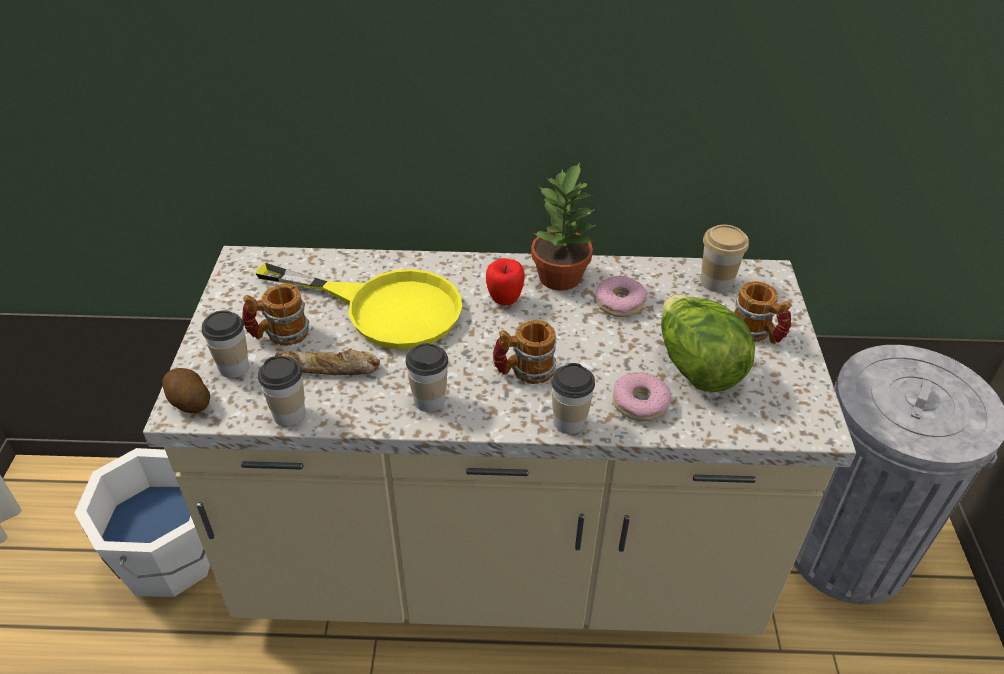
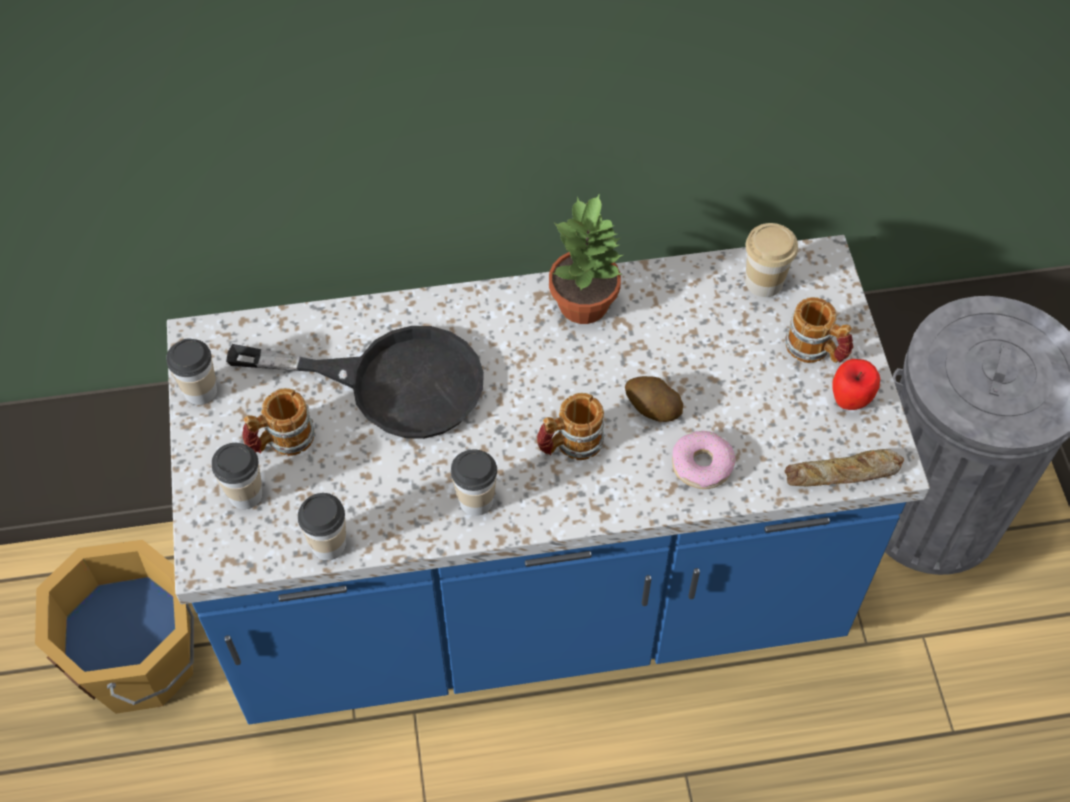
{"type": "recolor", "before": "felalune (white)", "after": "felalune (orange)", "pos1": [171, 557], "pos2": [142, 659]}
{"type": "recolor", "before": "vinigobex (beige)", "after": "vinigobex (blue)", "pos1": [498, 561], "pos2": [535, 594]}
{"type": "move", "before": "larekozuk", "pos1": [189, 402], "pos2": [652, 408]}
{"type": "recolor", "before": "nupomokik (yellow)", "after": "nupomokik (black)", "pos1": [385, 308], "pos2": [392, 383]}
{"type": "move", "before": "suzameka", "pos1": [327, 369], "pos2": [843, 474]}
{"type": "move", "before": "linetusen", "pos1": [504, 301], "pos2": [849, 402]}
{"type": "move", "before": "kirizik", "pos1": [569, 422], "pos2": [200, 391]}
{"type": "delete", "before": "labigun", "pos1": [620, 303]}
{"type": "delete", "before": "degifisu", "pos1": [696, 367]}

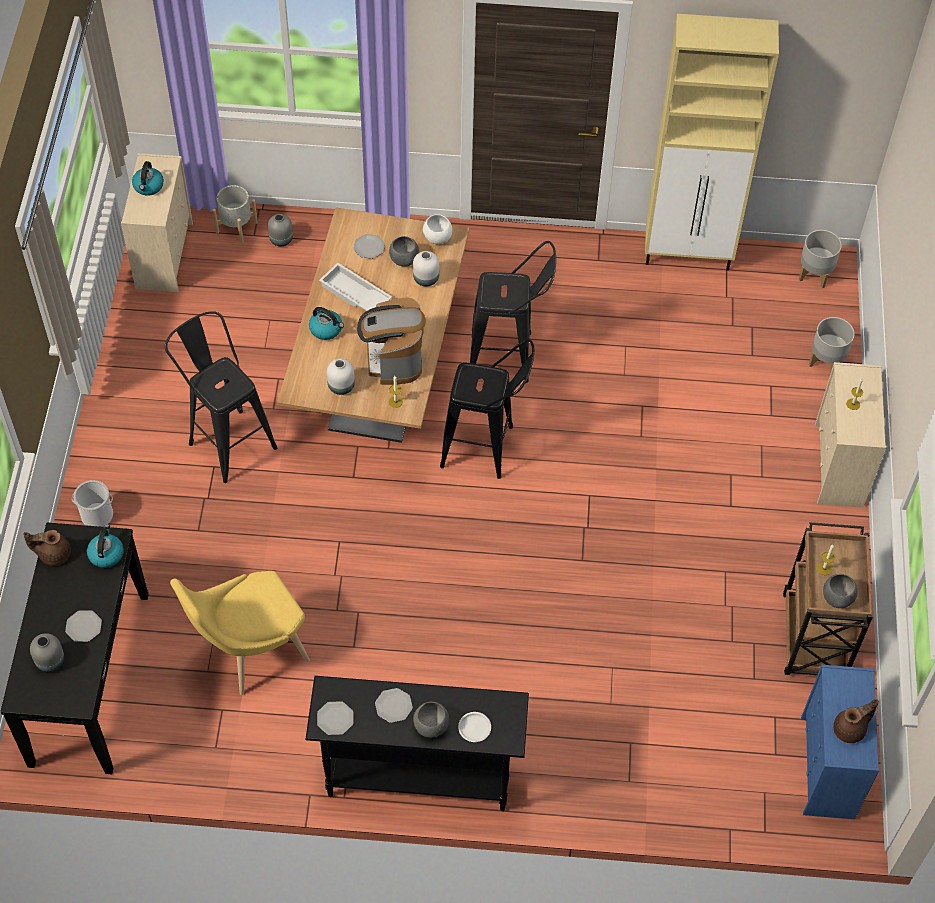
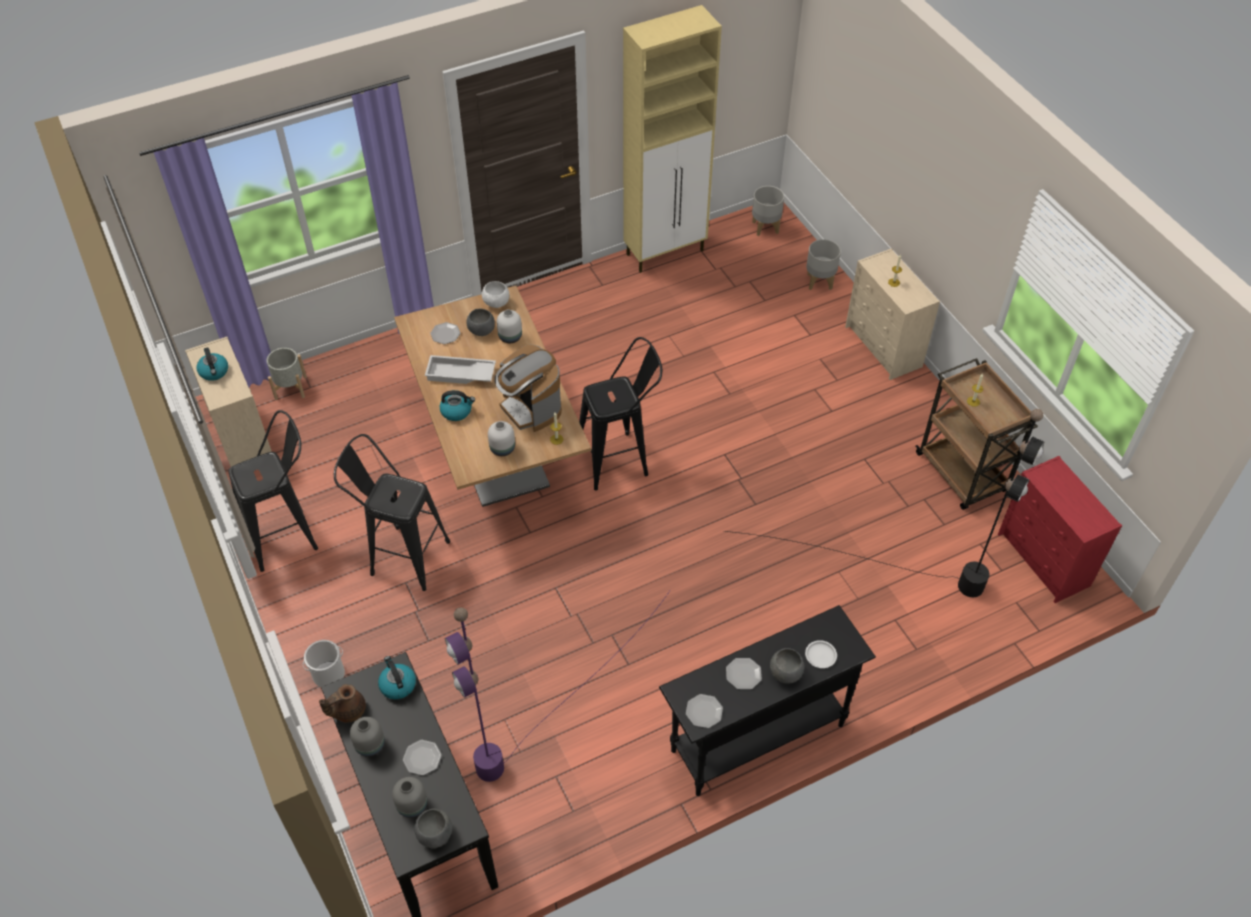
{"type": "replace", "before": "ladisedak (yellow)", "after": "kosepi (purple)", "pos1": [250, 653], "pos2": [545, 716]}
{"type": "move", "before": "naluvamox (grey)", "pos1": [281, 239], "pos2": [370, 744]}
{"type": "move", "before": "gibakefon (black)", "pos1": [509, 356], "pos2": [289, 534]}
{"type": "recolor", "before": "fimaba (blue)", "after": "fimaba (red)", "pos1": [827, 769], "pos2": [1044, 561]}
{"type": "move", "before": "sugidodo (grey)", "pos1": [838, 598], "pos2": [435, 834]}
{"type": "delete", "before": "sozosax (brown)", "pos1": [850, 729]}
{"type": "insert", "after": "kosepi (black)", "pos2": [900, 569]}

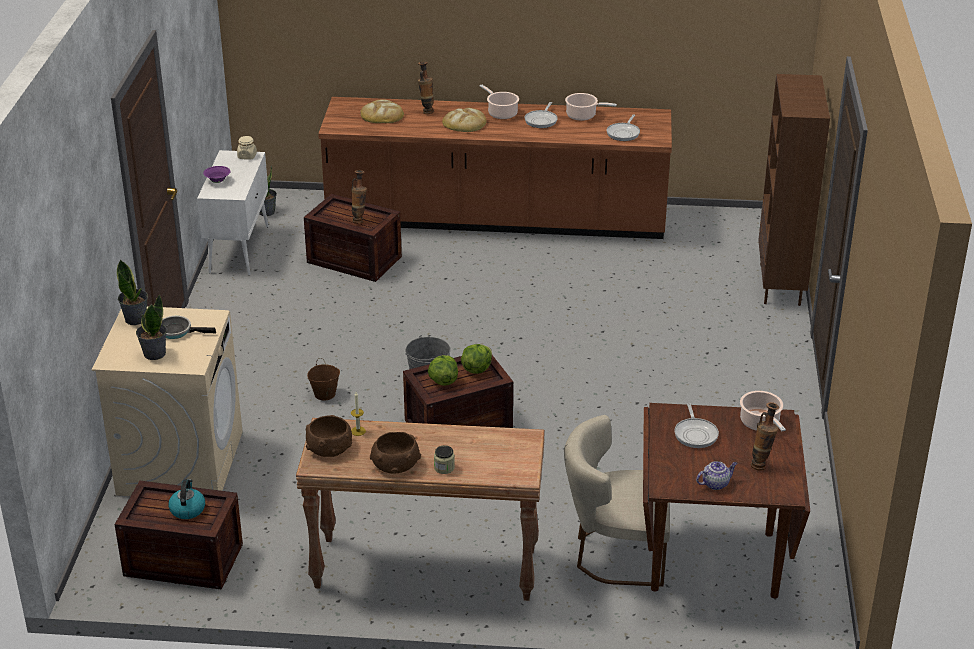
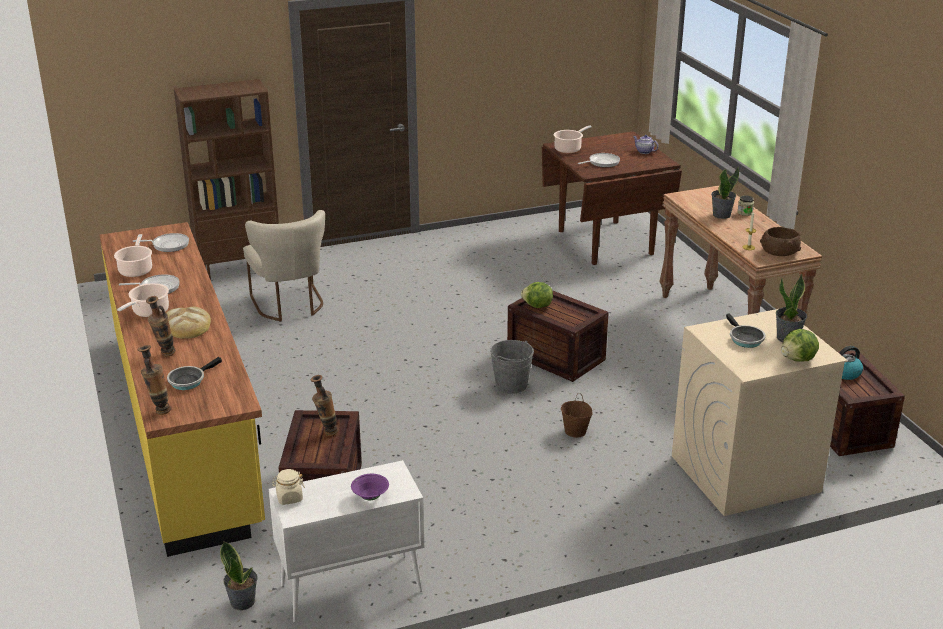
{"type": "move", "before": "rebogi", "pos1": [136, 319], "pos2": [721, 215]}
{"type": "recolor", "before": "vinigobex (brown)", "after": "vinigobex (yellow)", "pos1": [496, 220], "pos2": [185, 425]}
{"type": "replace", "before": "suzameka", "after": "nupomokik", "pos1": [382, 115], "pos2": [189, 380]}
{"type": "delete", "before": "sugidodo (brown)", "pos1": [395, 464]}
{"type": "move", "before": "degifisu", "pos1": [443, 381], "pos2": [798, 359]}
{"type": "move", "before": "ladisedak (beige)", "pos1": [615, 554], "pos2": [290, 305]}
{"type": "move", "before": "naluvamox", "pos1": [761, 465], "pos2": [159, 410]}

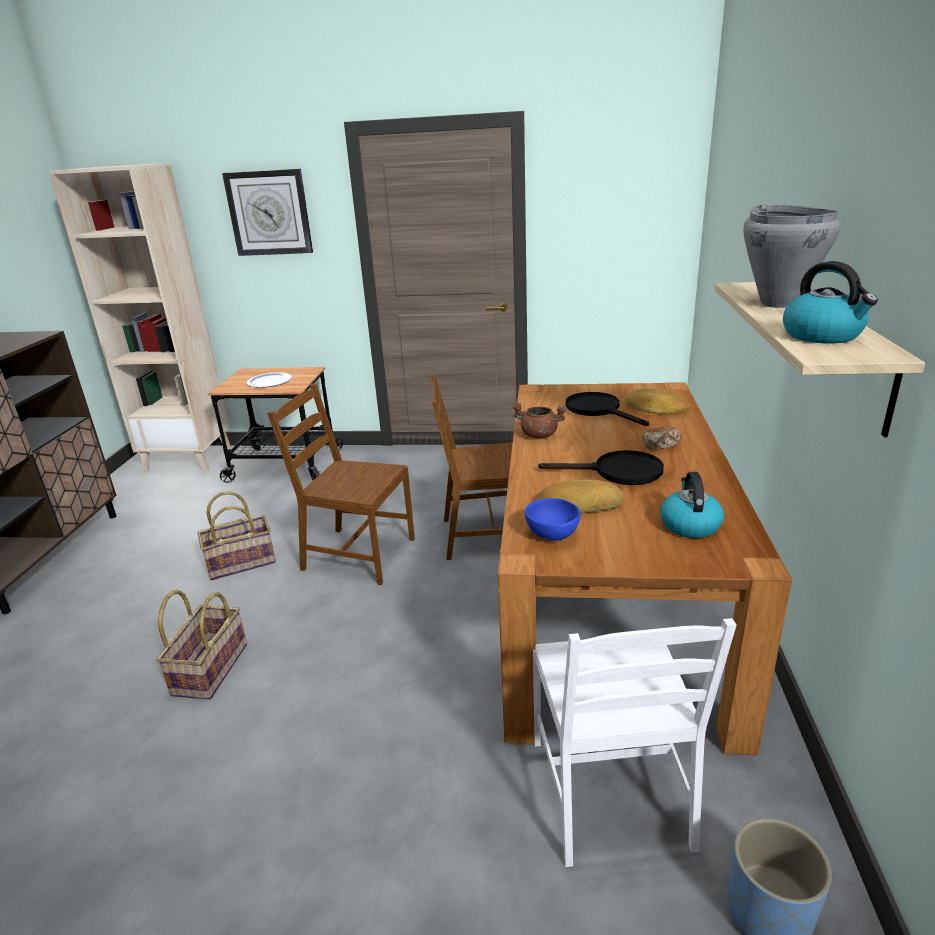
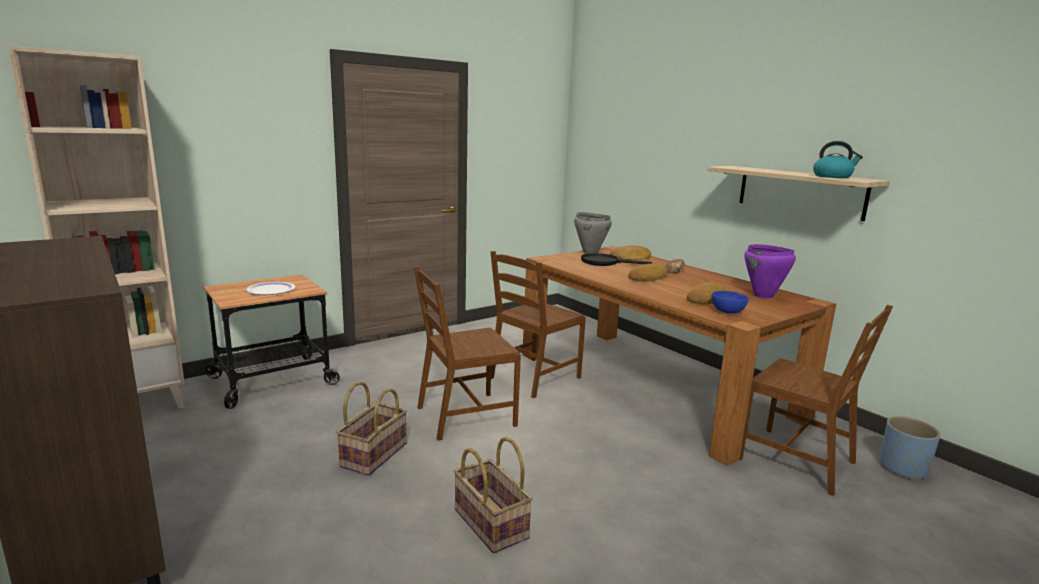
{"type": "delete", "before": "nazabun", "pos1": [269, 213]}
{"type": "delete", "before": "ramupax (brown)", "pos1": [538, 435]}
{"type": "recolor", "before": "ladisedak (white)", "after": "ladisedak (brown)", "pos1": [612, 792], "pos2": [797, 460]}
{"type": "delete", "before": "nupomokik (black)", "pos1": [618, 472]}
{"type": "replace", "before": "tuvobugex", "after": "ramupax (purple)", "pos1": [689, 525], "pos2": [763, 296]}
{"type": "move", "before": "ramupax (grey)", "pos1": [778, 304], "pos2": [590, 252]}
{"type": "insert", "after": "suzameka", "pos2": [646, 278]}

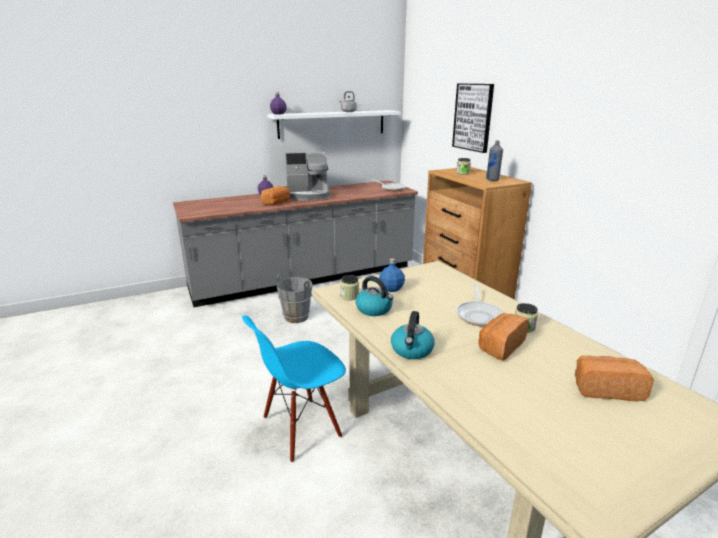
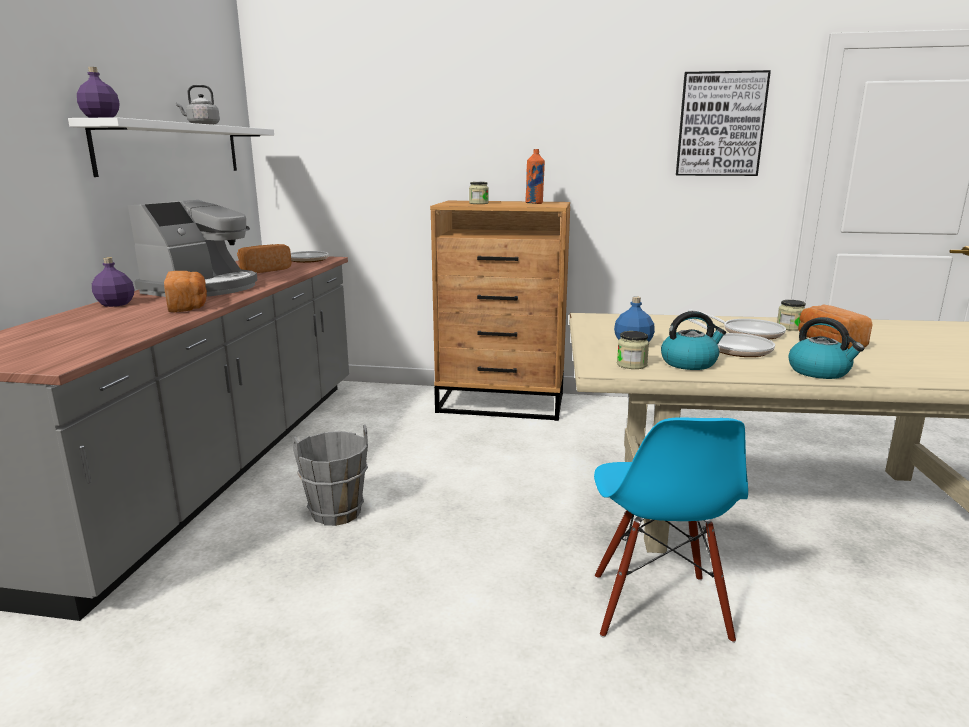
{"type": "move", "before": "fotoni", "pos1": [473, 117], "pos2": [720, 124]}
{"type": "recolor", "before": "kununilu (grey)", "after": "kununilu (orange)", "pos1": [492, 179], "pos2": [534, 203]}
{"type": "move", "before": "suzameka", "pos1": [606, 389], "pos2": [264, 270]}
{"type": "insert", "after": "nupomokik", "pos2": [735, 348]}

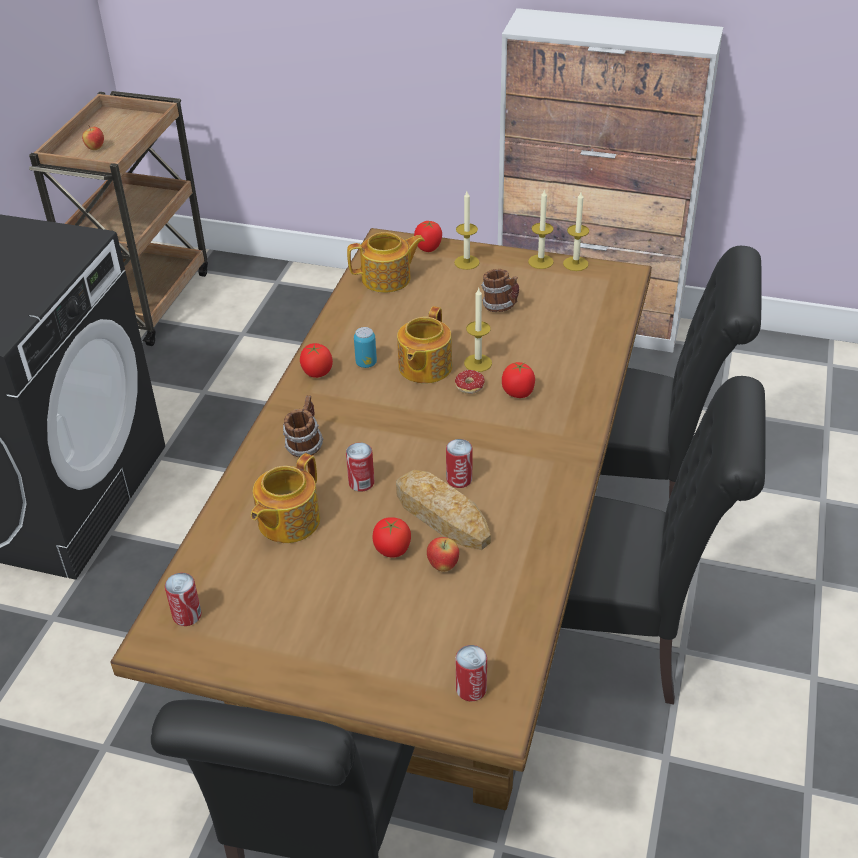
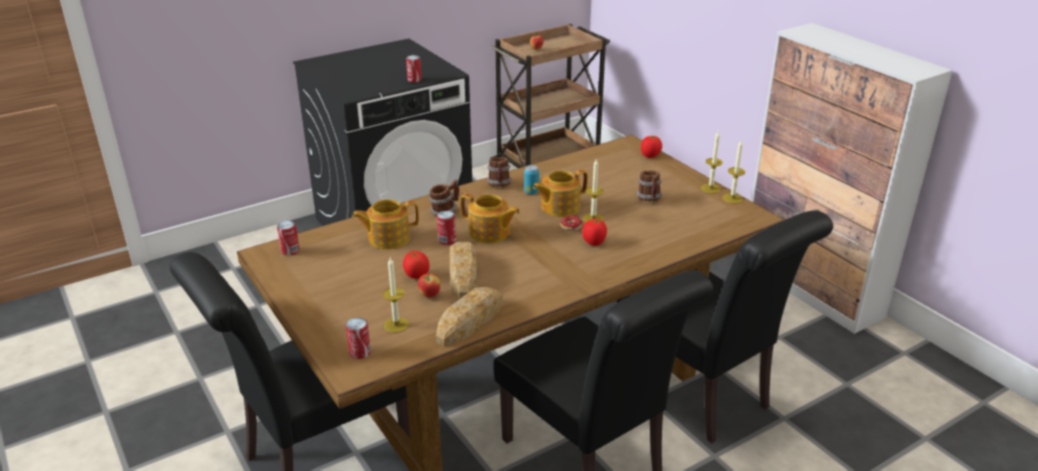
{"type": "replace", "before": "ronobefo", "after": "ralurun", "pos1": [317, 373], "pos2": [499, 185]}
{"type": "move", "before": "sozosax", "pos1": [387, 279], "pos2": [489, 233]}
{"type": "move", "before": "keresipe", "pos1": [459, 479], "pos2": [414, 80]}
{"type": "move", "before": "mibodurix", "pos1": [466, 262], "pos2": [396, 325]}
{"type": "insert", "after": "suzameka", "pos2": [470, 321]}

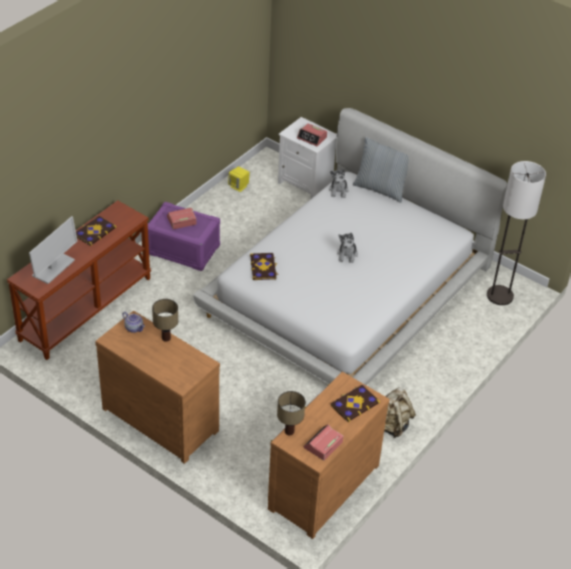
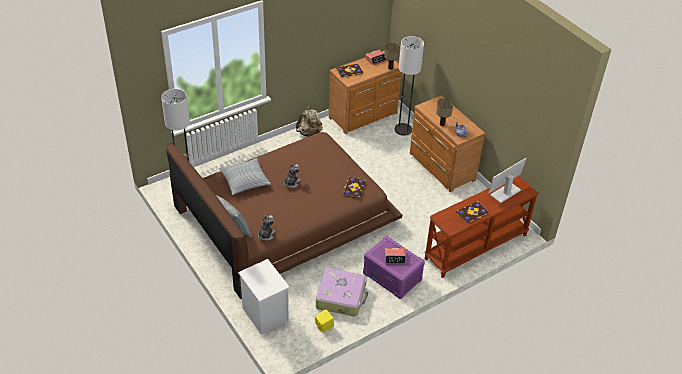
{"type": "recolor", "before": "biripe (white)", "after": "biripe (brown)", "pos1": [347, 288], "pos2": [285, 216]}
{"type": "delete", "before": "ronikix", "pos1": [312, 138]}
{"type": "insert", "after": "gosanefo", "pos2": [245, 180]}
{"type": "insert", "after": "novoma", "pos2": [341, 297]}
{"type": "insert", "after": "kosepi", "pos2": [403, 130]}

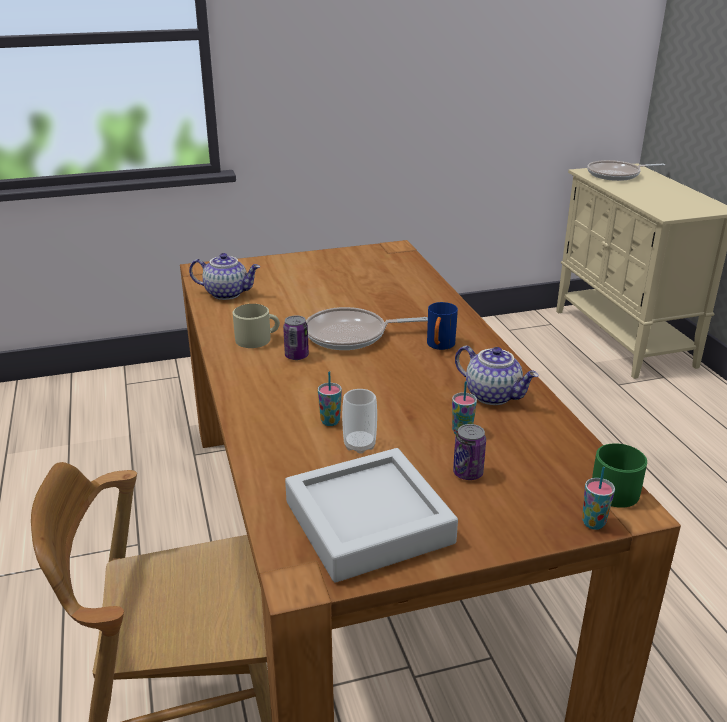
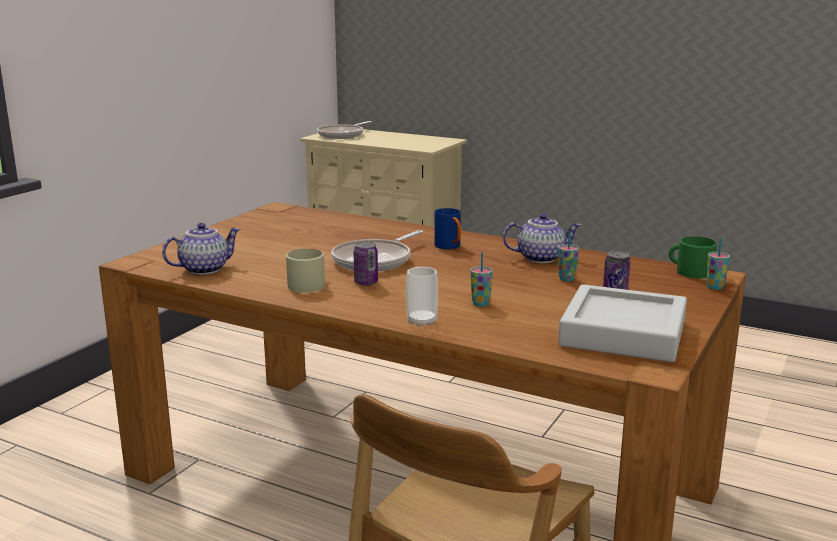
{"type": "move", "before": "kirizik", "pos1": [359, 445], "pos2": [422, 322]}

